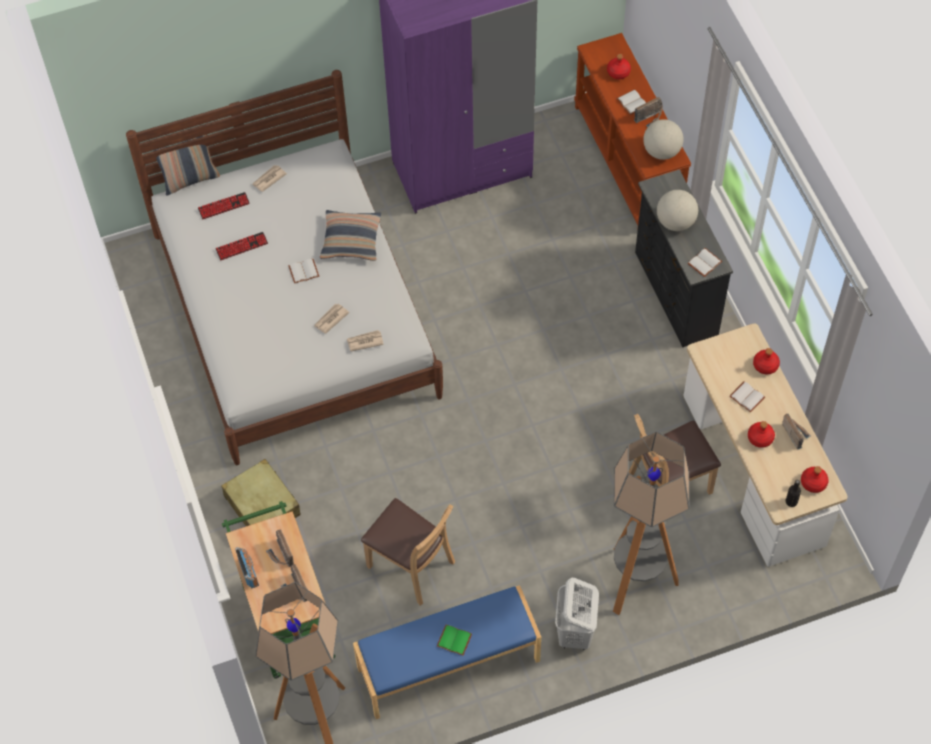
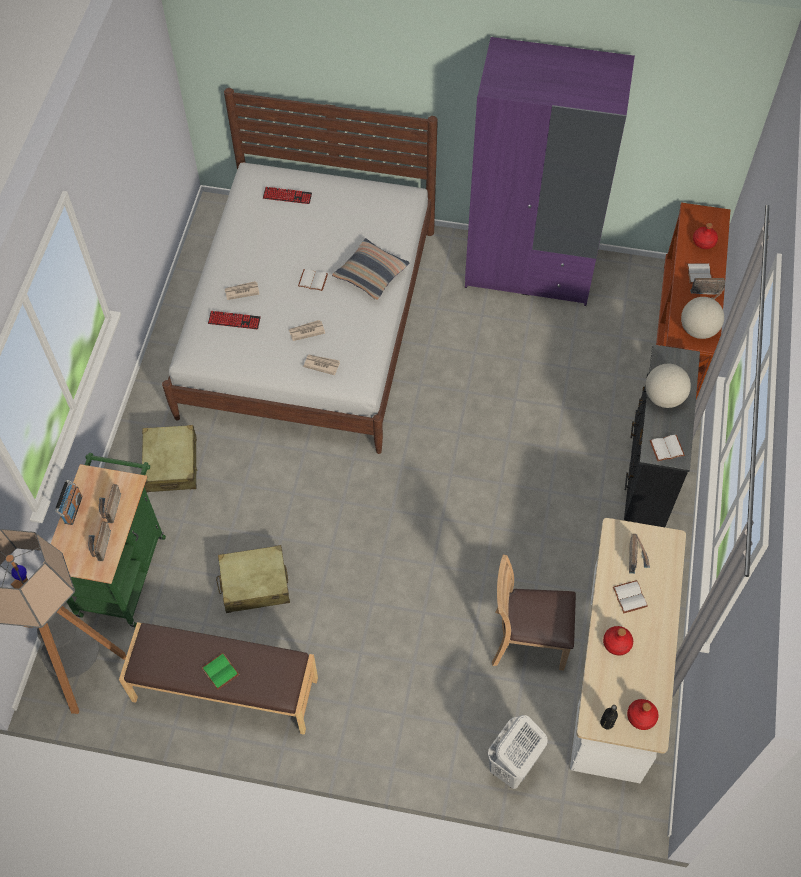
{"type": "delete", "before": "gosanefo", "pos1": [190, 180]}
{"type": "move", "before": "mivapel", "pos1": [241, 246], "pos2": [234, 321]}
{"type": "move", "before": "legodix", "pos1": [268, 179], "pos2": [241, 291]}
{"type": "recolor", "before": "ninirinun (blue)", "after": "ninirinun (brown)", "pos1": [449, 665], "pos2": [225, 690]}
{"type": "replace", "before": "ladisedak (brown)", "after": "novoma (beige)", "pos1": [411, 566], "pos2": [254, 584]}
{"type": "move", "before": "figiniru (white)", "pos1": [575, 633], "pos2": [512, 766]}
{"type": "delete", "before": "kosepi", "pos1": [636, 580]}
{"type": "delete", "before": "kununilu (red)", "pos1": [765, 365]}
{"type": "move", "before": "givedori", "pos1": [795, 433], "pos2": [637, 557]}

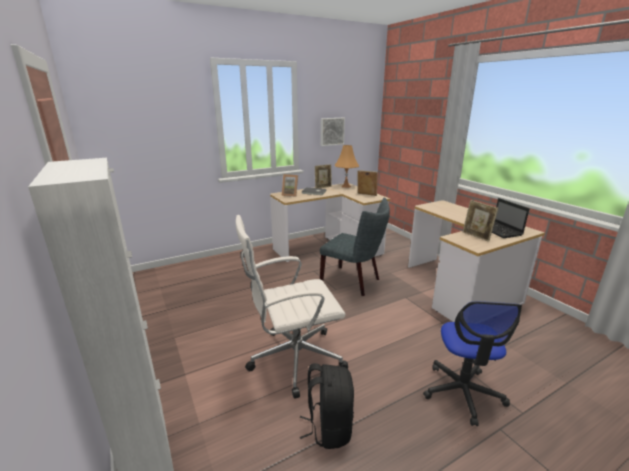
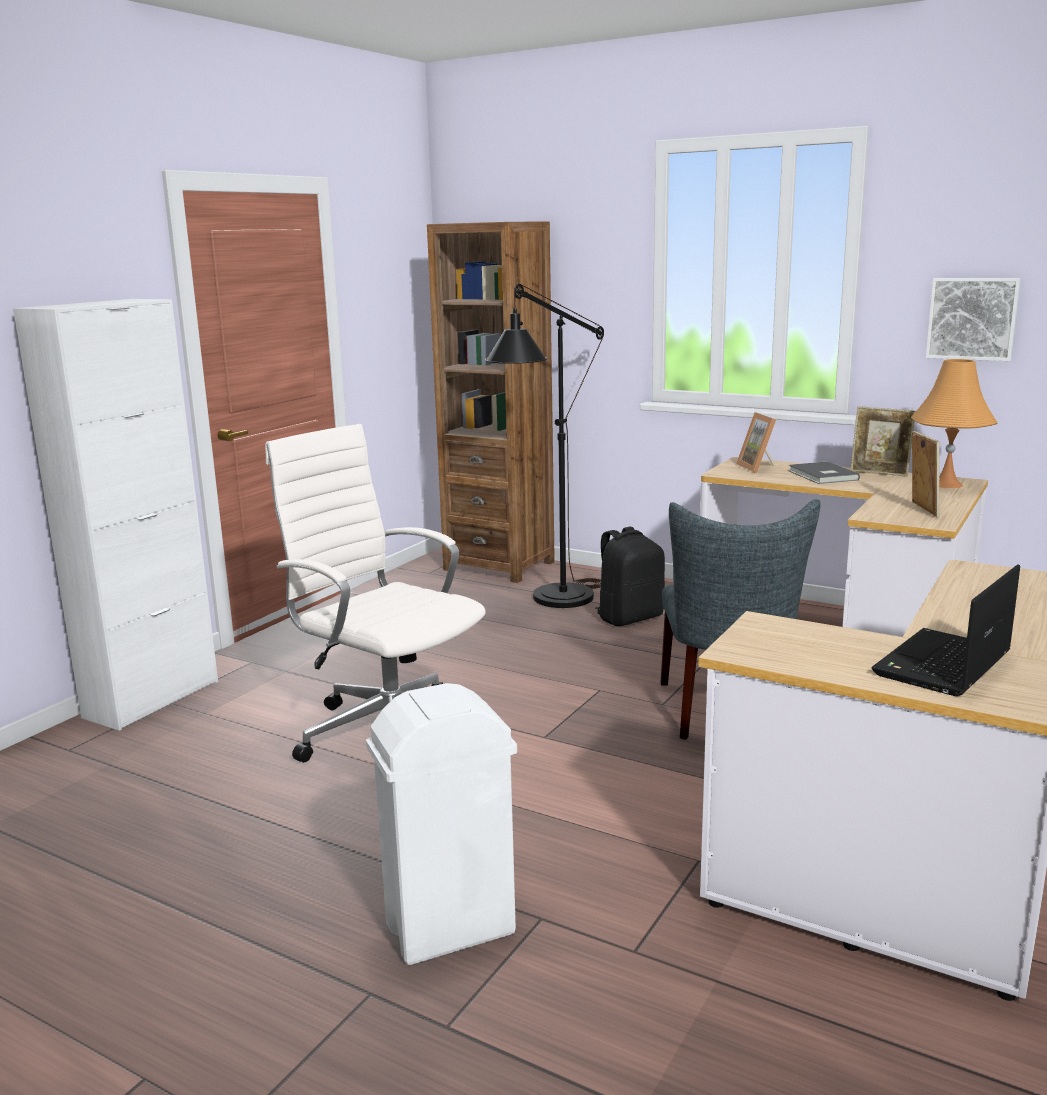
{"type": "move", "before": "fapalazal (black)", "pos1": [329, 427], "pos2": [629, 618]}
{"type": "replace", "before": "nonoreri", "after": "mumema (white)", "pos1": [463, 392], "pos2": [449, 929]}
{"type": "delete", "before": "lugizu", "pos1": [476, 236]}
{"type": "insert", "after": "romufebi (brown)", "pos2": [499, 566]}
{"type": "insert", "after": "kosepi (black)", "pos2": [552, 602]}

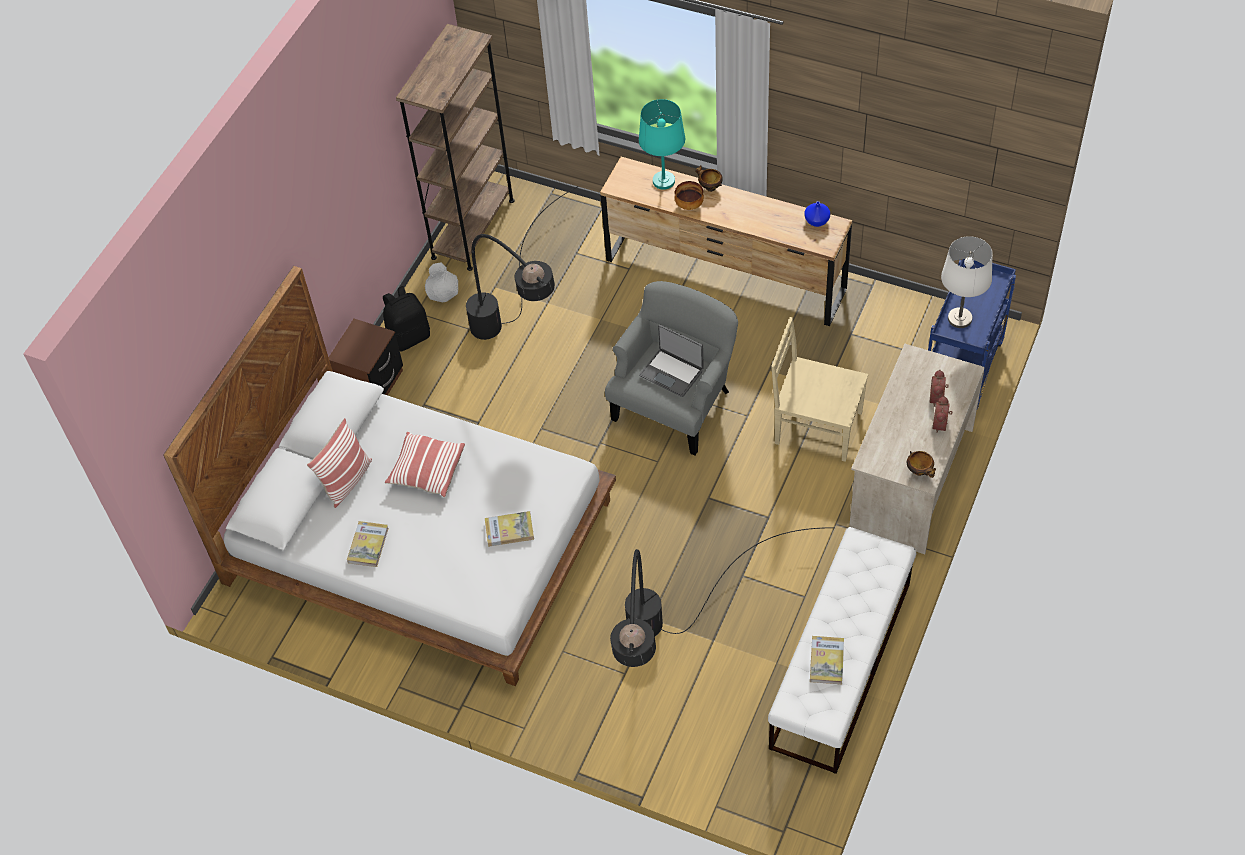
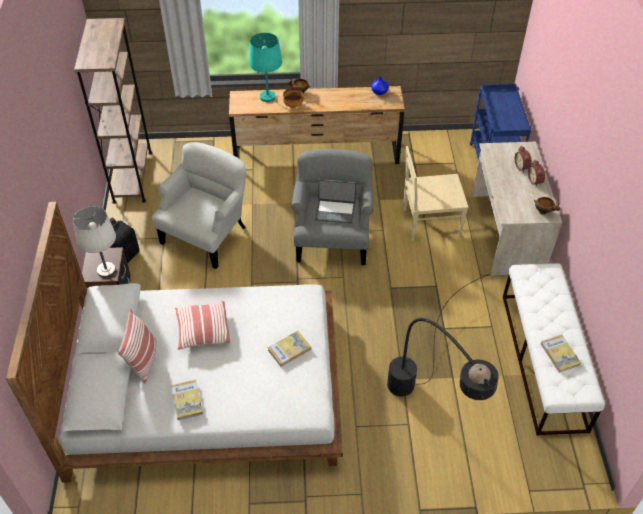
{"type": "delete", "before": "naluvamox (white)", "pos1": [444, 295]}
{"type": "replace", "before": "kosepi (black)", "after": "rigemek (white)", "pos1": [522, 342], "pos2": [206, 234]}
{"type": "move", "before": "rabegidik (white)", "pos1": [959, 319], "pos2": [106, 270]}

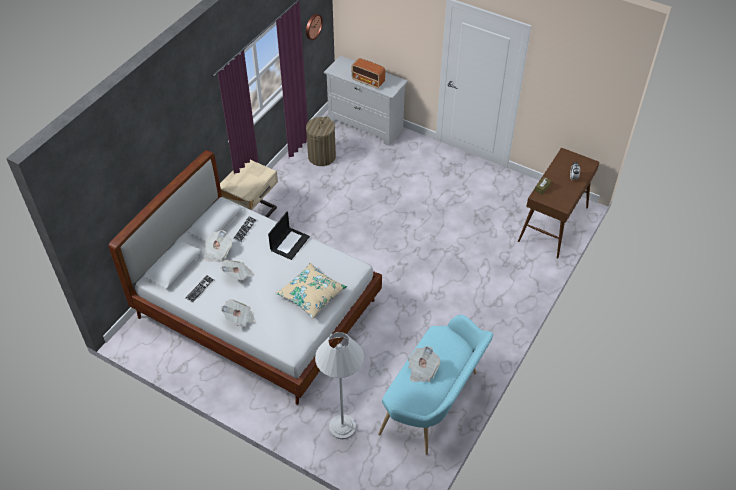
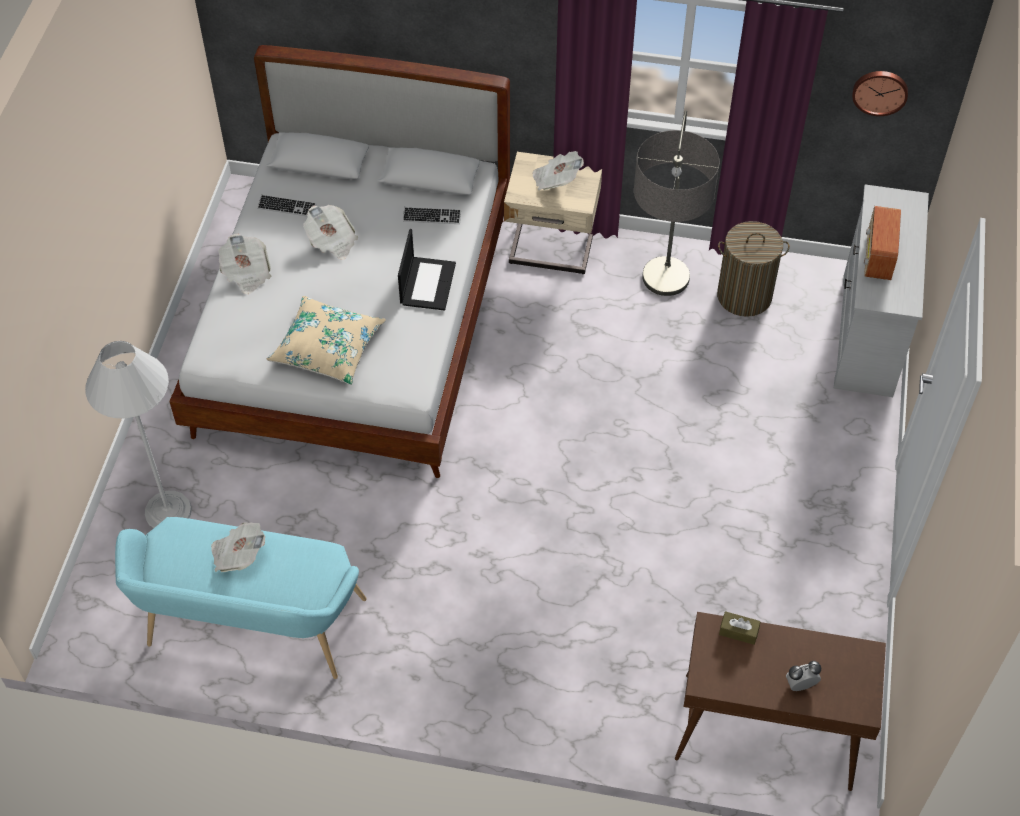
{"type": "move", "before": "legodix", "pos1": [217, 252], "pos2": [556, 180]}
{"type": "rotate", "before": "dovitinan", "pos1": [289, 243], "pos2": [427, 283], "turn": -90}
{"type": "insert", "after": "kosepi", "pos2": [659, 321]}

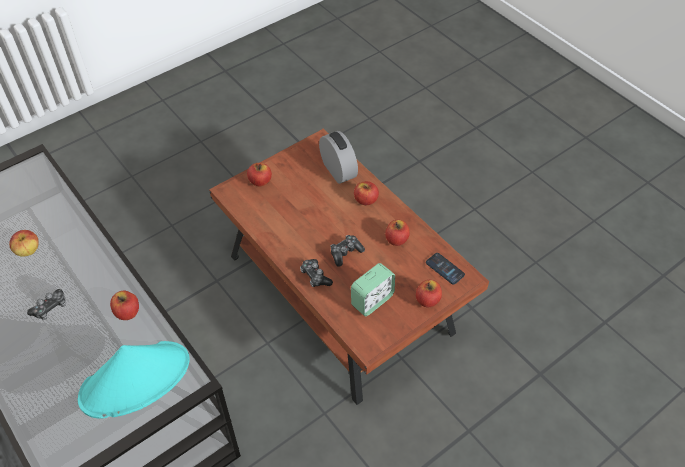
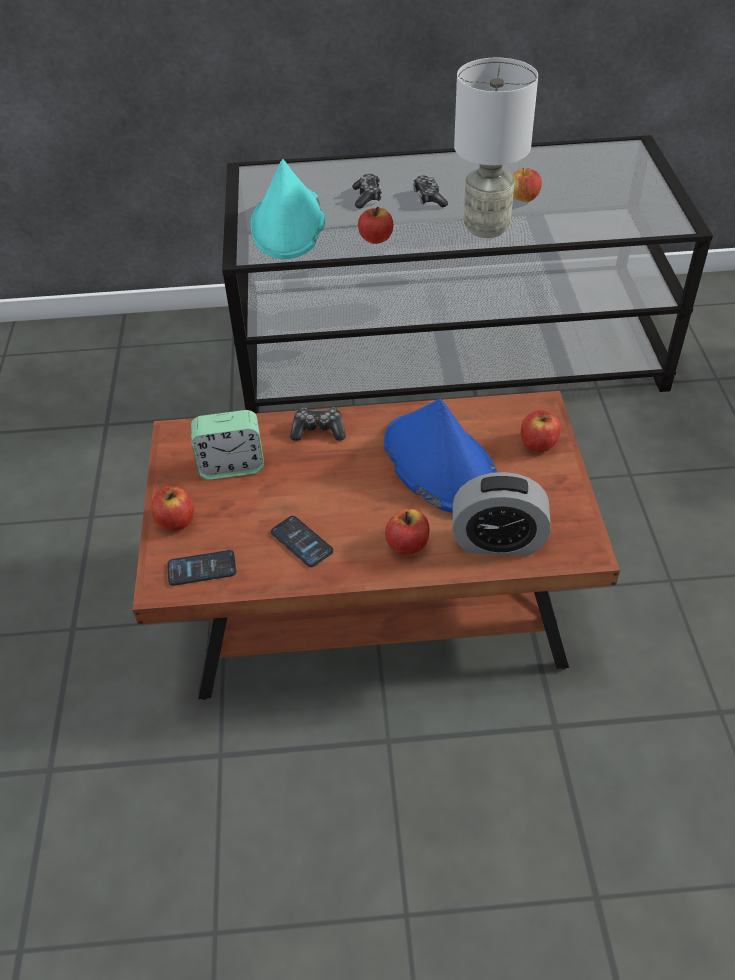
{"type": "move", "before": "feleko", "pos1": [345, 253], "pos2": [367, 197]}
{"type": "rotate", "before": "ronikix", "pos1": [372, 300], "pos2": [231, 466], "turn": -90}
{"type": "replace", "before": "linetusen", "after": "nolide", "pos1": [396, 239], "pos2": [301, 542]}
{"type": "insert", "after": "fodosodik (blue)", "pos2": [439, 465]}
{"type": "insert", "after": "rabegidik (grey)", "pos2": [487, 228]}

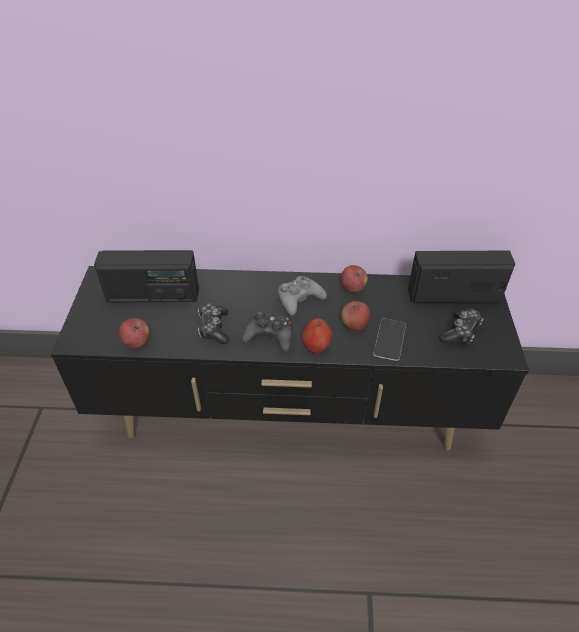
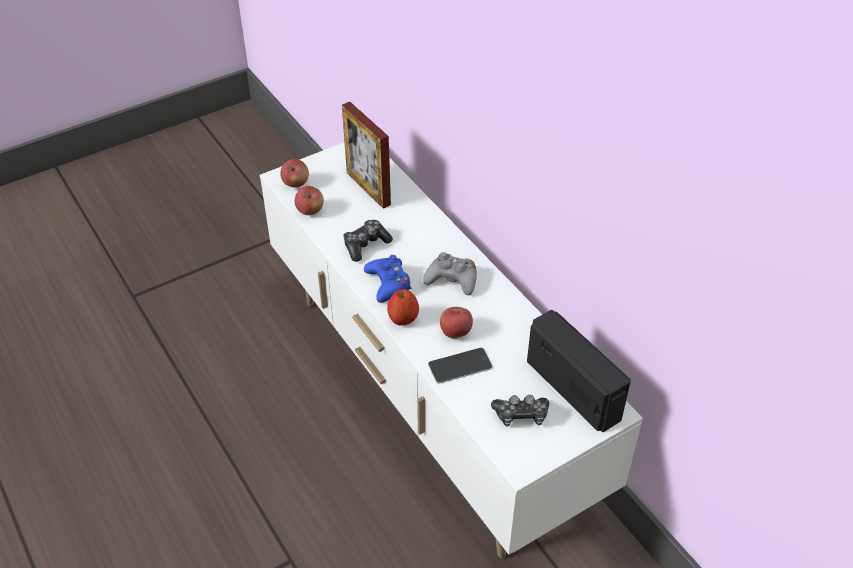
{"type": "recolor", "before": "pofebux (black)", "after": "pofebux (white)", "pos1": [290, 414], "pos2": [428, 401]}
{"type": "replace", "before": "givedori", "after": "lugizu", "pos1": [153, 295], "pos2": [368, 188]}
{"type": "recolor", "before": "feleko (black)", "after": "feleko (blue)", "pos1": [270, 336], "pos2": [388, 283]}
{"type": "move", "before": "linetusen", "pos1": [352, 288], "pos2": [296, 184]}

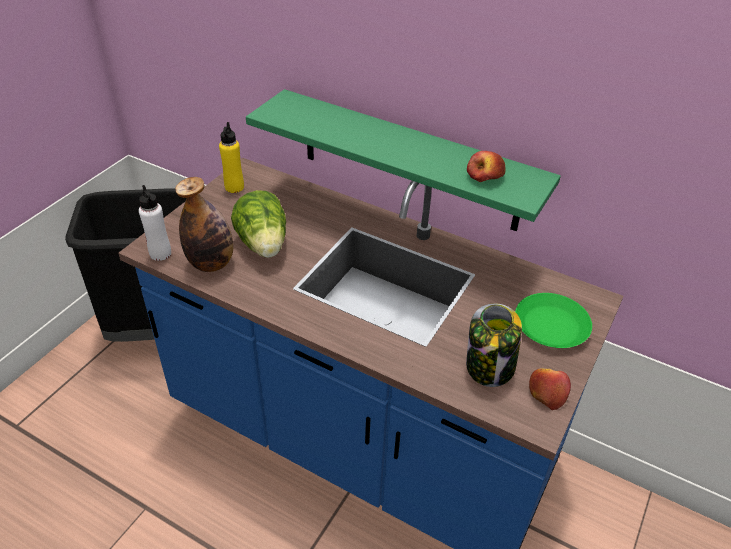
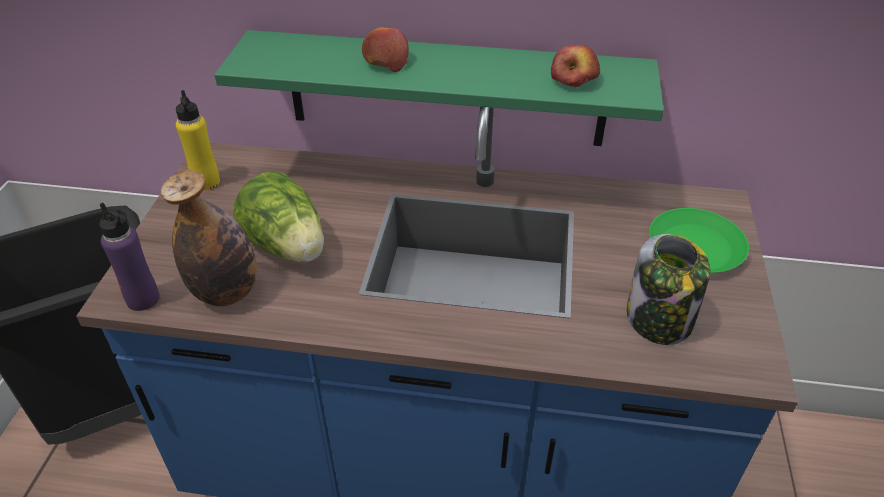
{"type": "recolor", "before": "kununilu (white)", "after": "kununilu (purple)", "pos1": [160, 253], "pos2": [143, 299]}
{"type": "move", "before": "linetusen", "pos1": [547, 392], "pos2": [385, 61]}

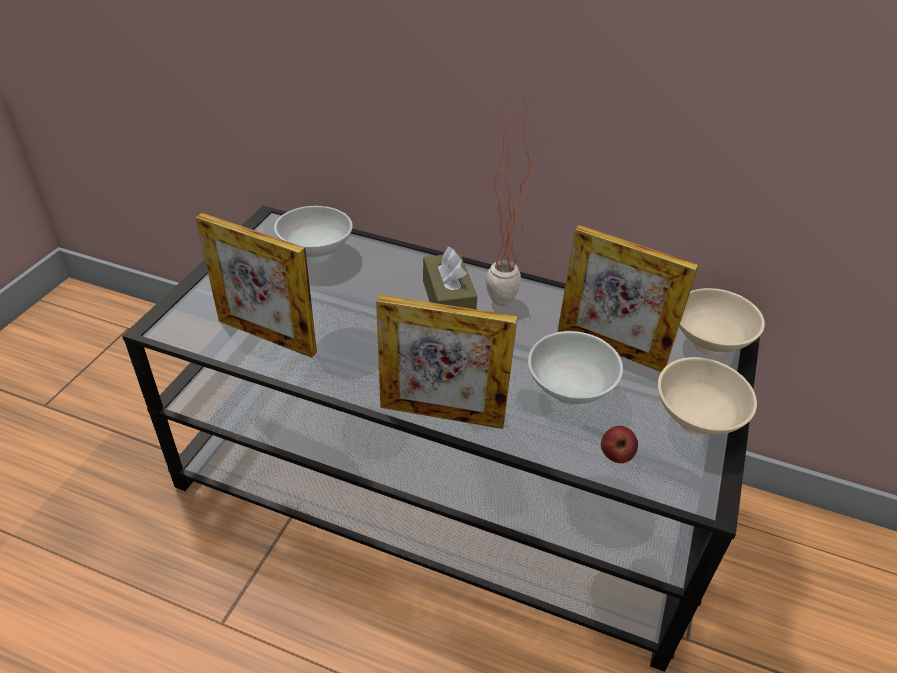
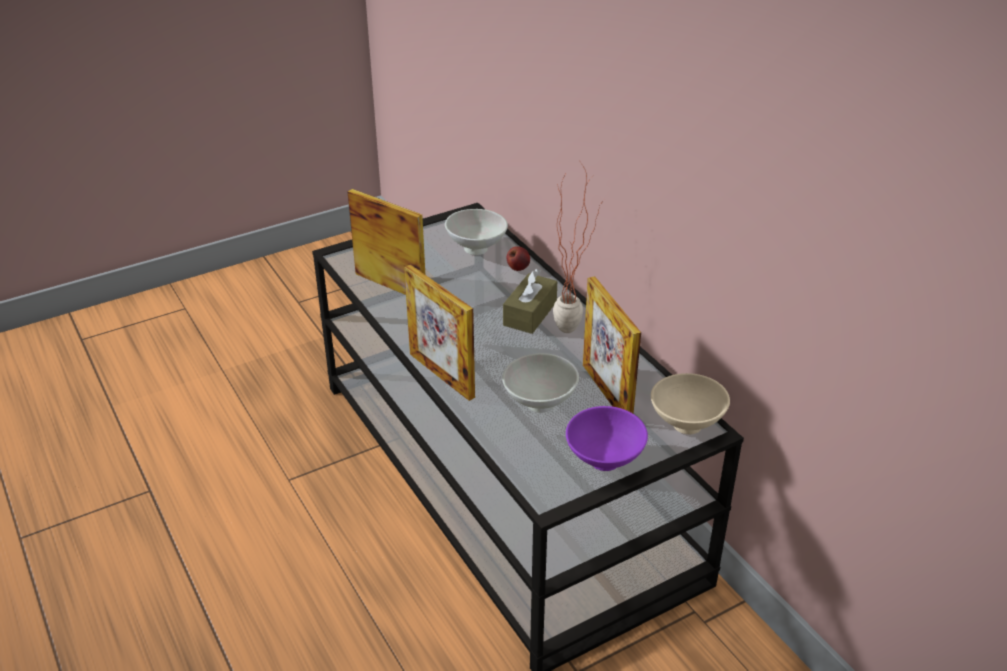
{"type": "rotate", "before": "lugizu", "pos1": [267, 336], "pos2": [390, 286], "turn": 150}
{"type": "move", "before": "linetusen", "pos1": [616, 455], "pos2": [518, 268]}
{"type": "recolor", "before": "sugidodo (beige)", "after": "sugidodo (purple)", "pos1": [698, 422], "pos2": [606, 462]}

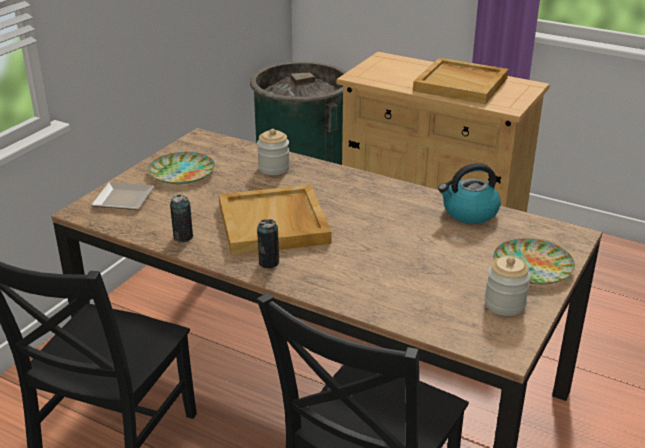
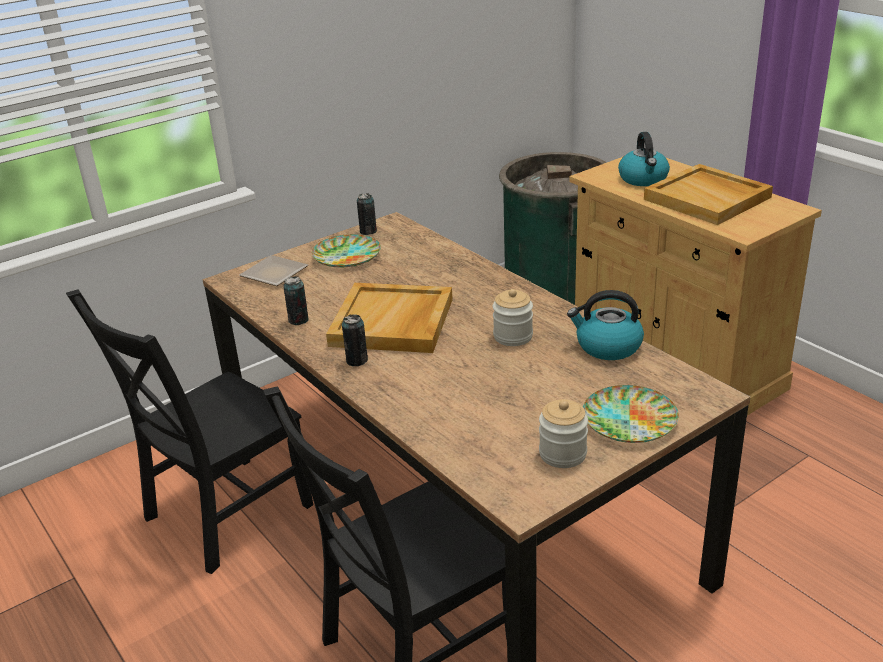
{"type": "move", "before": "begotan", "pos1": [273, 168], "pos2": [513, 336]}
{"type": "insert", "after": "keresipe", "pos2": [368, 231]}
{"type": "insert", "after": "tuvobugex", "pos2": [643, 179]}

